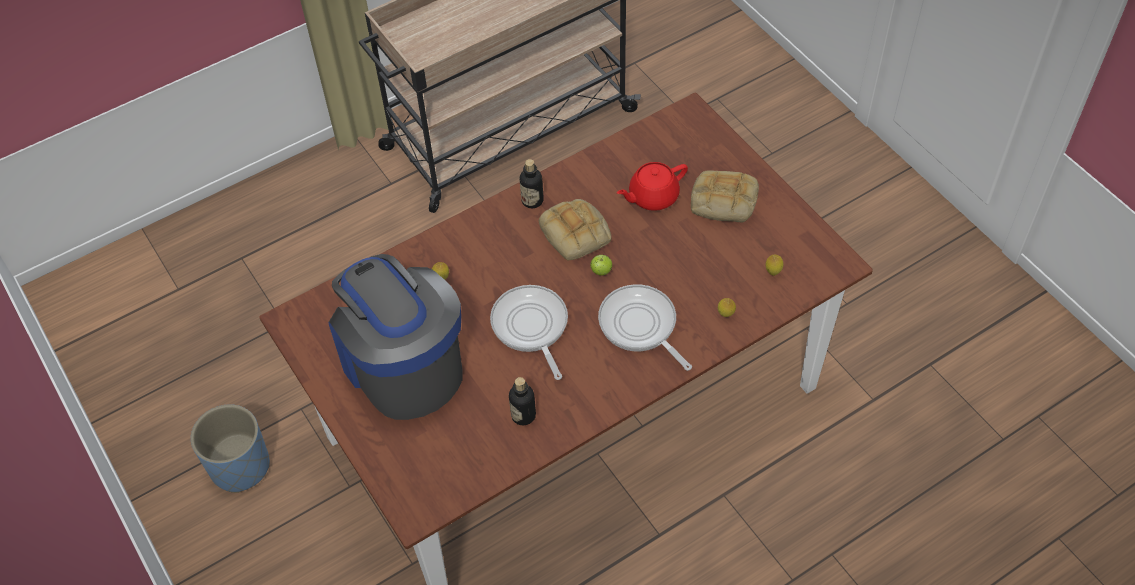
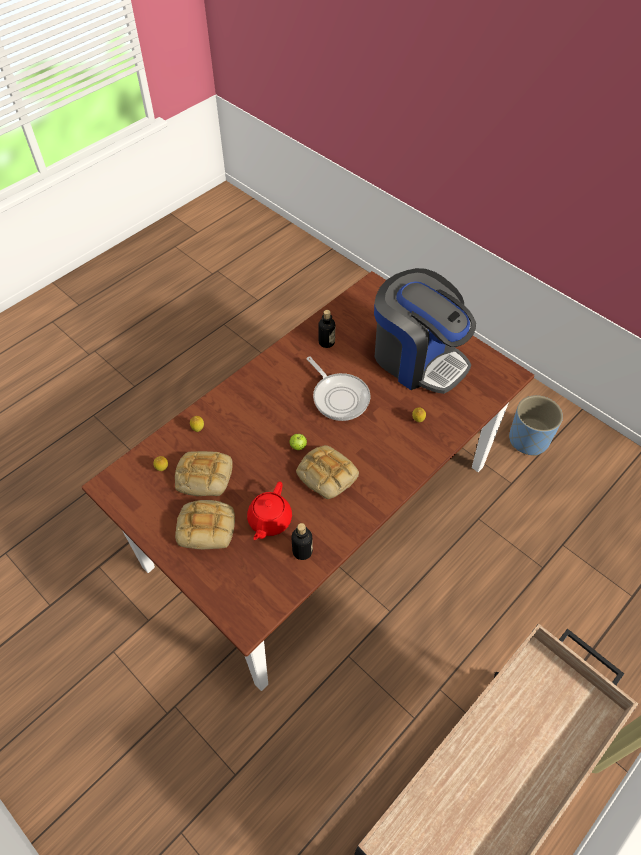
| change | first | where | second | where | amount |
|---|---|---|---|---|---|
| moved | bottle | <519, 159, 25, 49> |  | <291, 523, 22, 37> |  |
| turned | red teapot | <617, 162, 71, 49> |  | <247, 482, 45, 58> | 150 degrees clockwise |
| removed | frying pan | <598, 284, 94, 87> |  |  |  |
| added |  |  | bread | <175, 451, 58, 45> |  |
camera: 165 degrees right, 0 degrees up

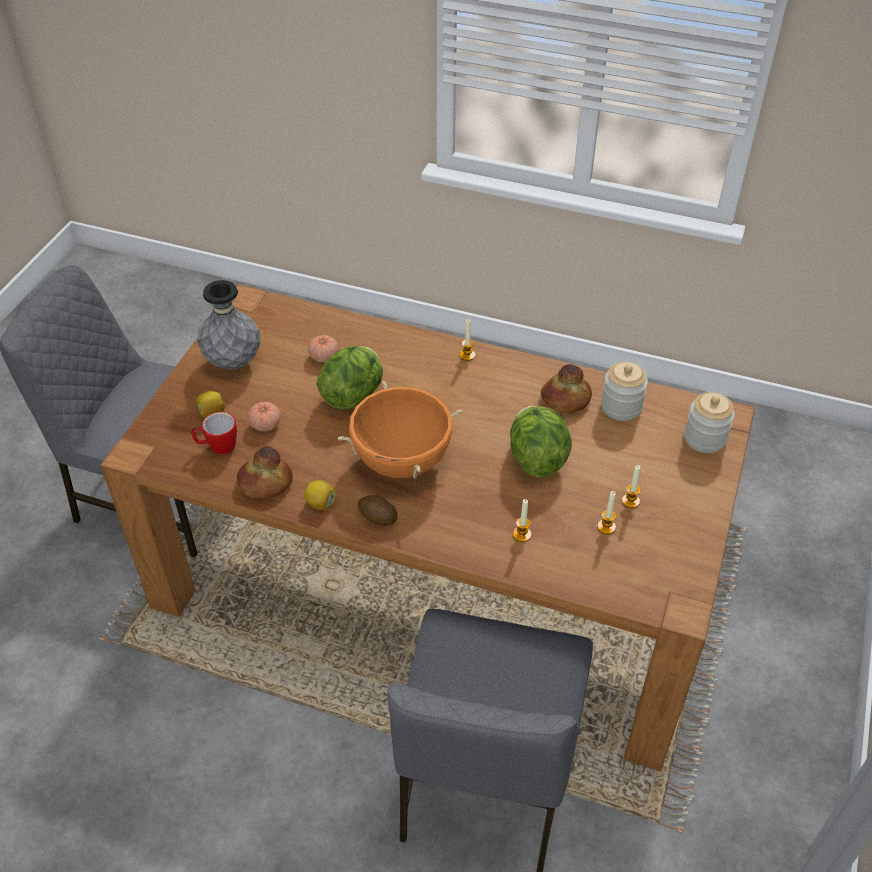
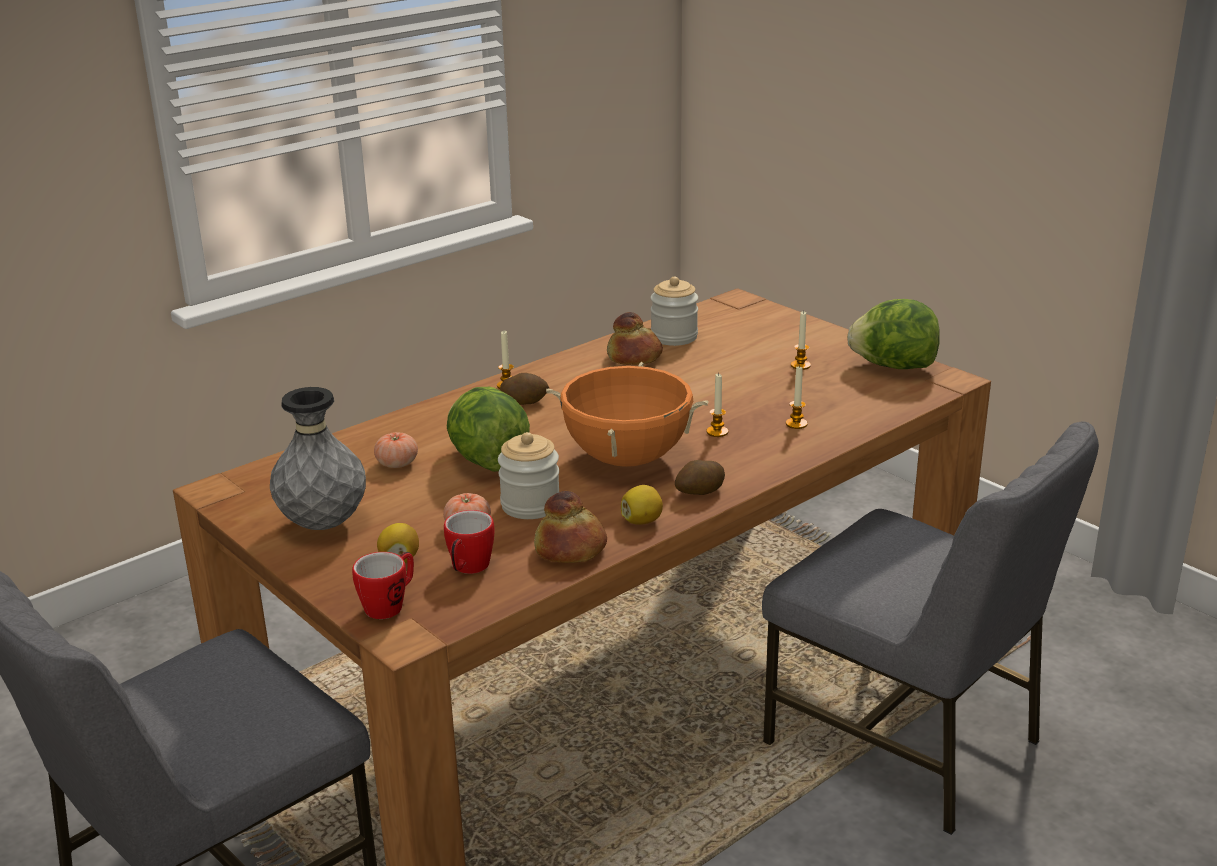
| change | first | where | second | where | amount |
|---|---|---|---|---|---|
| moved | jar | <684, 392, 51, 61> |  | <498, 432, 61, 87> |  |
| moved | lettuce | <510, 406, 62, 72> |  | <847, 299, 93, 70> |  |
| moved | candle | <597, 491, 19, 43> |  | <706, 374, 22, 63> |  |
| added |  |  | potato | <500, 373, 49, 32> |  |
| added |  |  | mug | <352, 552, 62, 67> |  |
camera: 60 degrees left, 20 degrees down

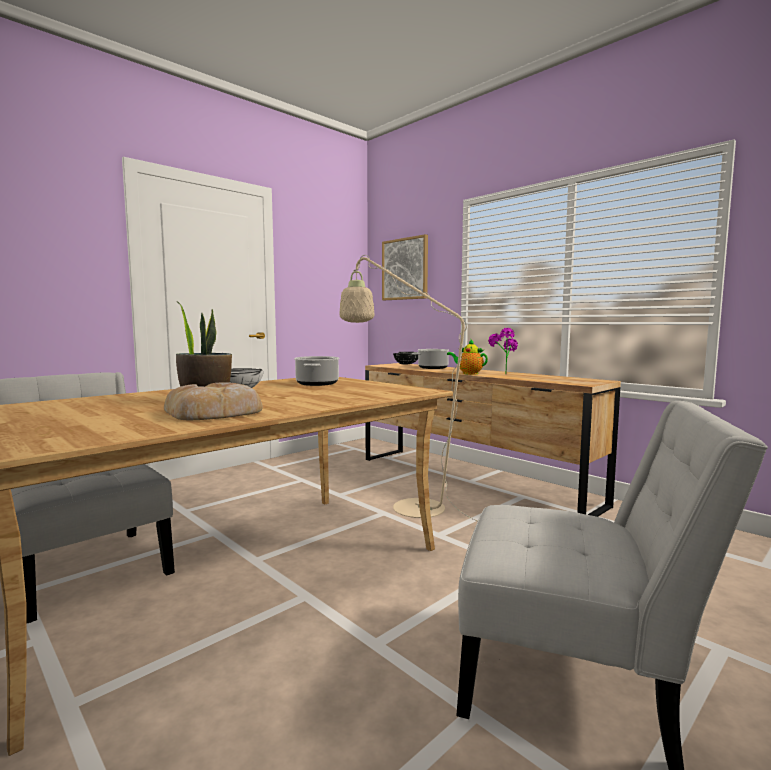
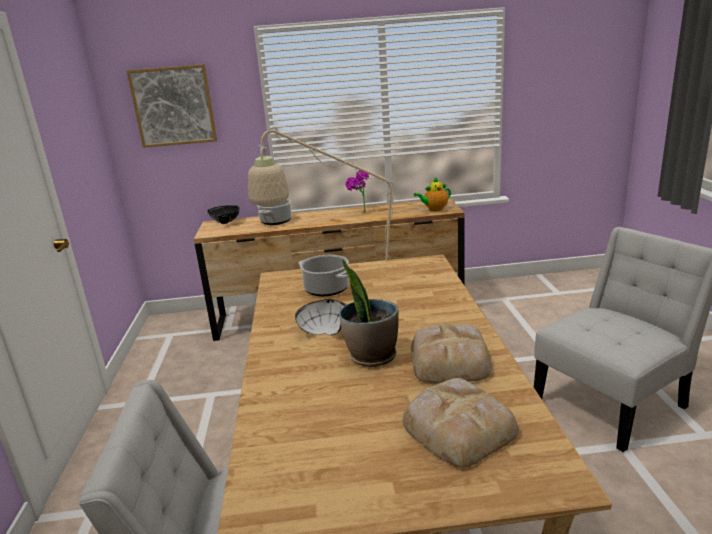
| change | first | where | second | where | amount |
|---|---|---|---|---|---|
| moved | teapot | <447, 340, 41, 35> |  | <414, 177, 37, 34> |  |
| added |  |  | bread | <402, 378, 117, 90> |  |
camera: 50 degrees left, 15 degrees up

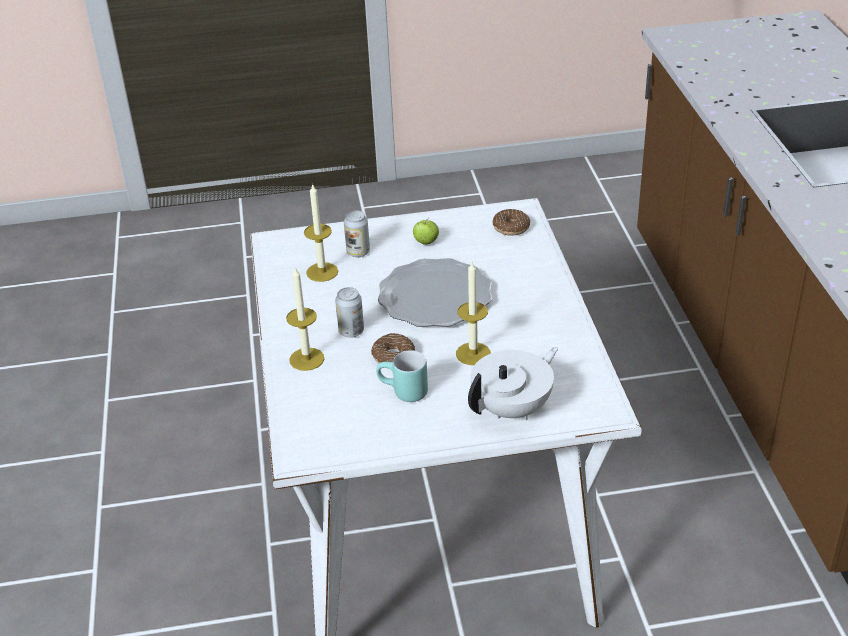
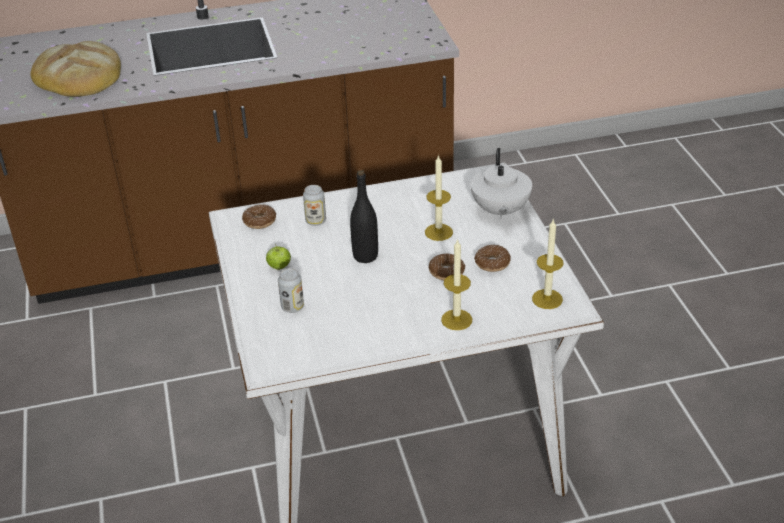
| change | first | where | second | where | amount |
|---|---|---|---|---|---|
| moved | candle | <304, 183, 34, 99> |  | <532, 220, 31, 89> |  |
| replaced | plate | <378, 258, 114, 69> | black bottle | <350, 170, 28, 93> |  |
| moved | can | <335, 287, 29, 51> |  | <303, 185, 23, 41> |  |
| turned | white teapot | <468, 347, 90, 73> |  | <471, 148, 61, 72> | 135 degrees counterclockwise |
| replaced | turquoise mug | <376, 350, 52, 52> | donut | <474, 245, 37, 27> |  |
| added |  |  | bread | <31, 41, 90, 56> |  |
camera: 95 degrees left, 0 degrees up

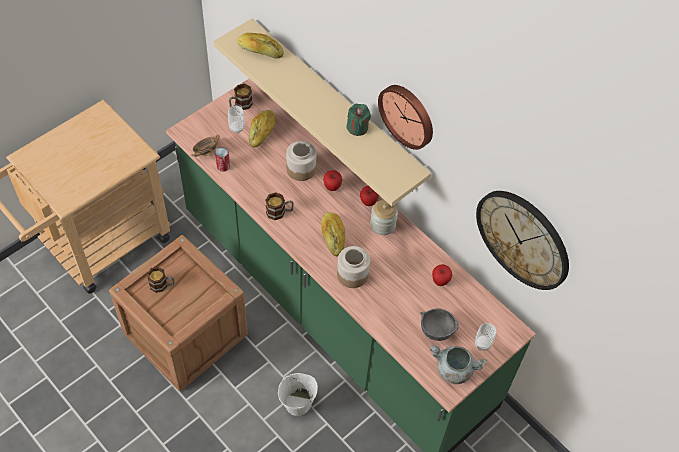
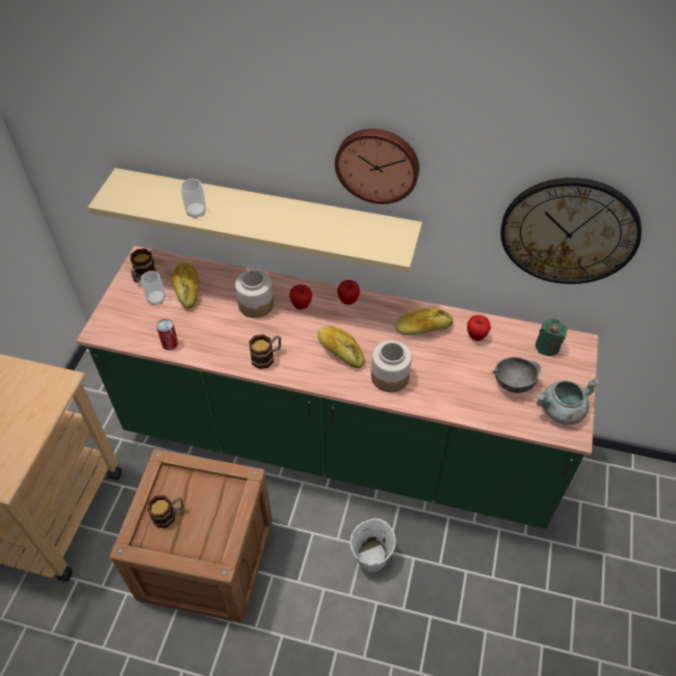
| change | first | where | second | where | amount |
|---|---|---|---|---|---|
| moved | bread | <237, 33, 47, 26> |  | <395, 308, 58, 27> |  |
| moved | green candle | <346, 104, 25, 32> |  | <535, 318, 32, 38> |  |
| removed | bowl | <191, 134, 29, 23> |  |  |  |
| removed | jar | <370, 200, 28, 35> |  |  |  |
| moved | cup | <475, 323, 21, 28> |  | <181, 178, 25, 41> |  |
camera: 30 degrees left, 5 degrees down

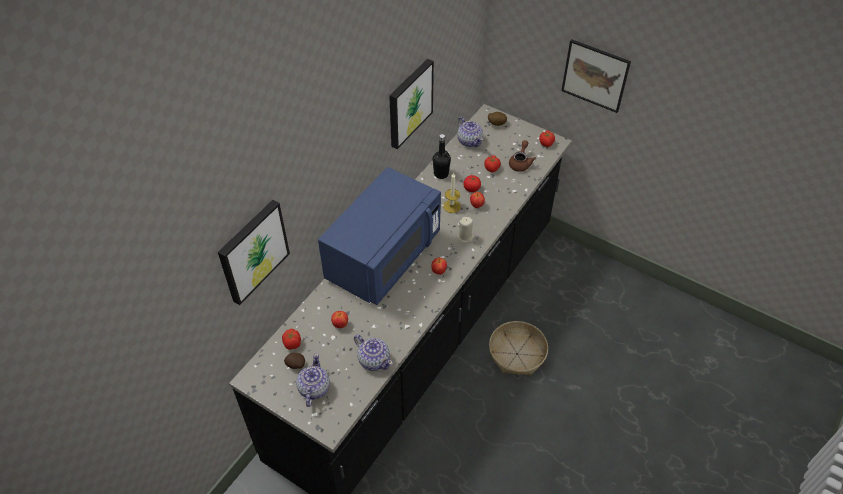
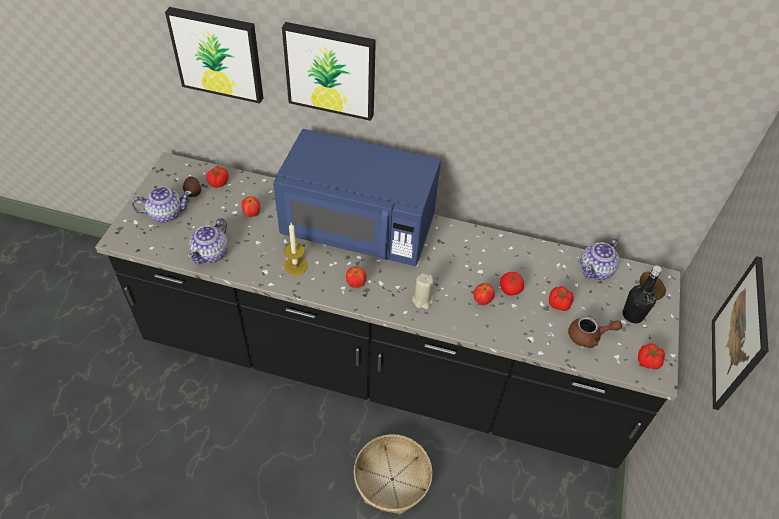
| change | first | where | second | where | amount |
|---|---|---|---|---|---|
| moved | picture | <389, 59, 45, 90> |  | <282, 22, 94, 99> |  |
| moved | black bottle | <433, 134, 18, 45> |  | <622, 265, 40, 59> |  |
| moved | candle | <443, 173, 18, 40> |  | <284, 223, 24, 53> |  |
camera: 70 degrees right, 0 degrees up

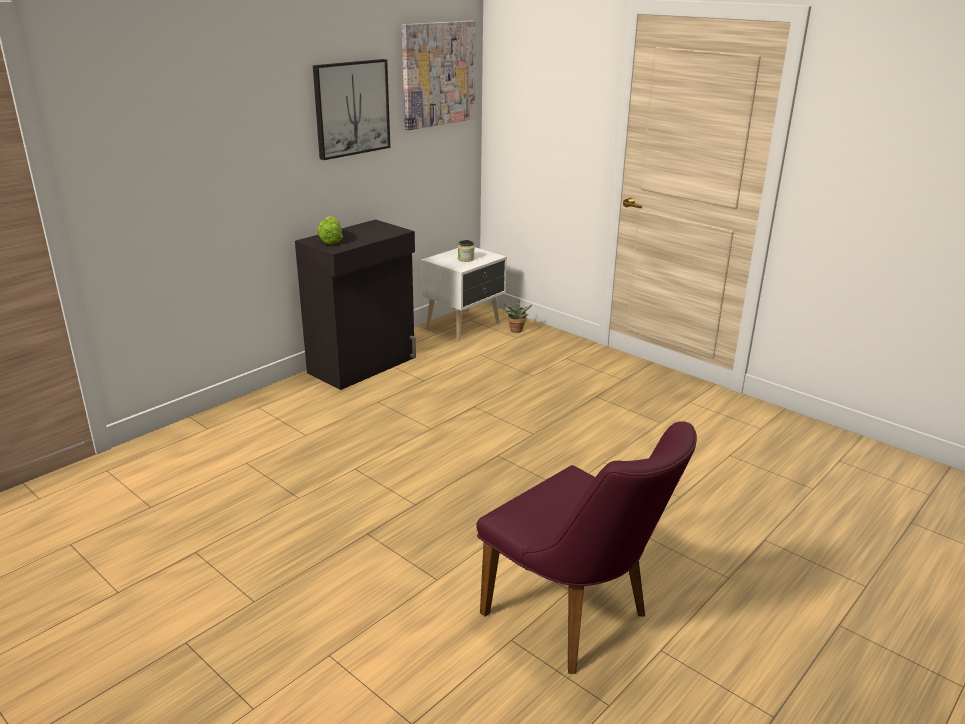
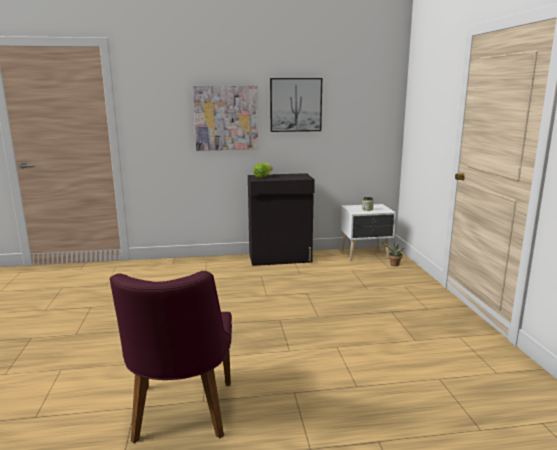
| change | first | where | second | where | amount |
|---|---|---|---|---|---|
| moved | picture | <402, 21, 74, 109> |  | <193, 85, 65, 66> |  |
camera: 40 degrees right, 10 degrees down

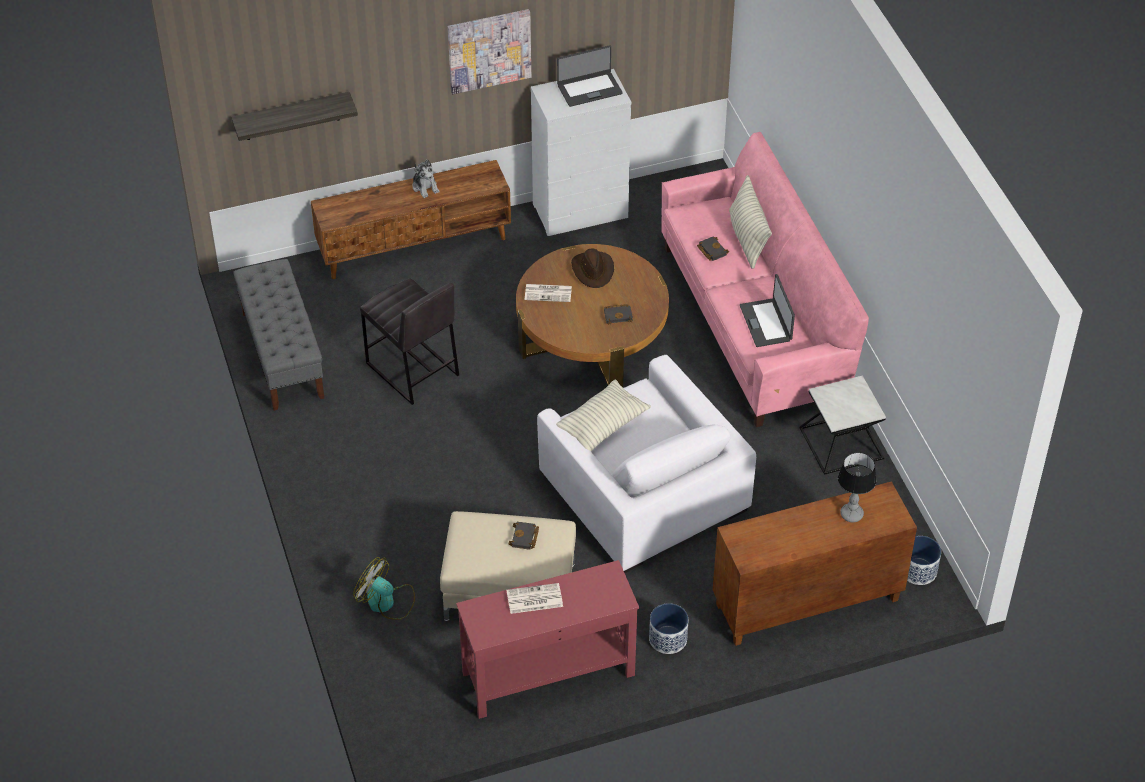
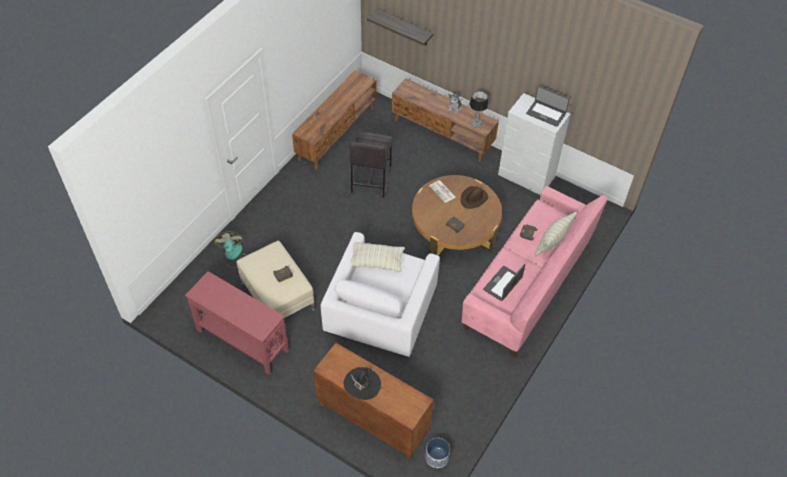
| change | first | where | second | where | amount |
|---|---|---|---|---|---|
| removed | picture | <448, 9, 83, 85> |  |  |  |
| replaced | grey bench | <233, 259, 91, 152> | brown tv stand | <292, 70, 84, 100> |  |
| removed | side table | <800, 376, 86, 99> |  |  |  |
| moved | table lamp | <838, 452, 39, 70> |  | <469, 91, 19, 37> |  |
| removed | newspaper | <506, 583, 57, 31> |  |  |  |
| removed | planter | <649, 603, 39, 51> |  |  |  |
| added |  |  | black hat | <344, 367, 37, 33> |  |
camera: 50 degrees right, 5 degrees up

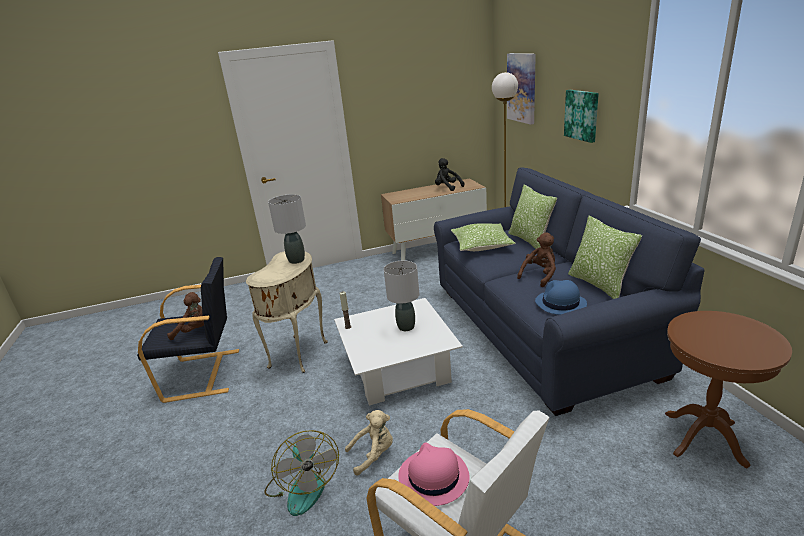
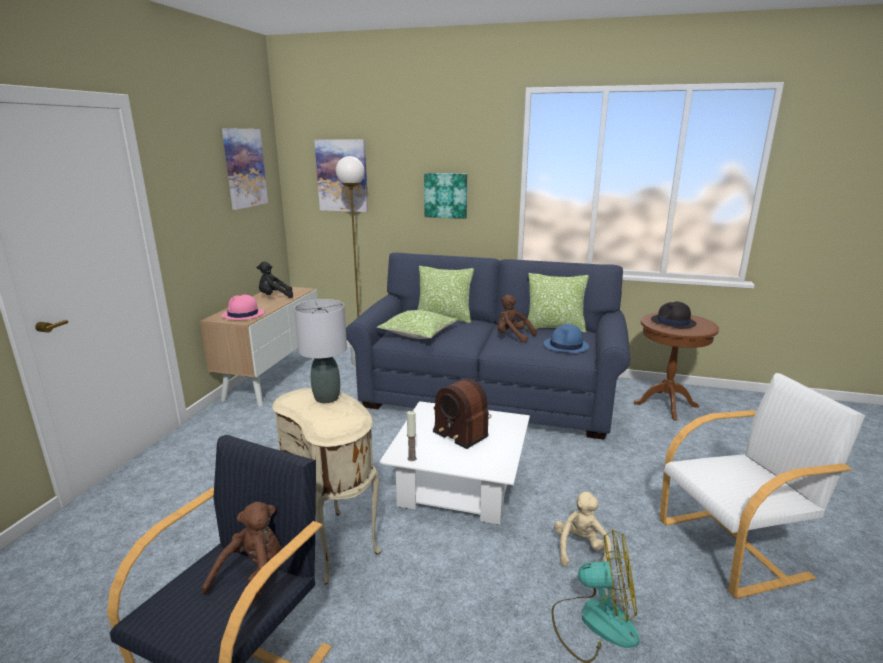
| change | first | where | second | where | amount |
|---|---|---|---|---|---|
| turned | brown plush toy | <517, 232, 39, 55> |  | <497, 295, 40, 48> | 45 degrees counterclockwise |
| replaced | grey table lamp | <384, 261, 35, 70> | radio | <433, 378, 58, 71> |  |
| moved | pink hat | <398, 442, 72, 64> |  | <221, 295, 43, 25> |  |
| added |  |  | picture | <222, 128, 46, 82> |  |
| added |  |  | black hat | <651, 301, 46, 27> |  |
camera: 60 degrees left, 5 degrees down

